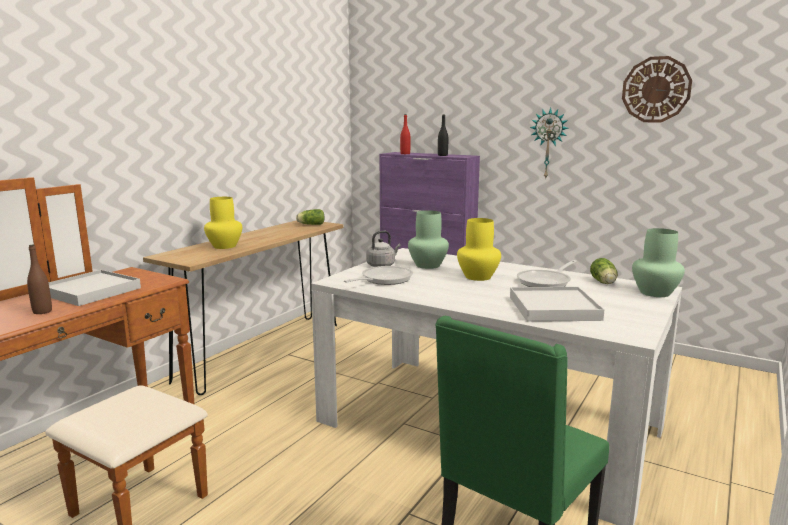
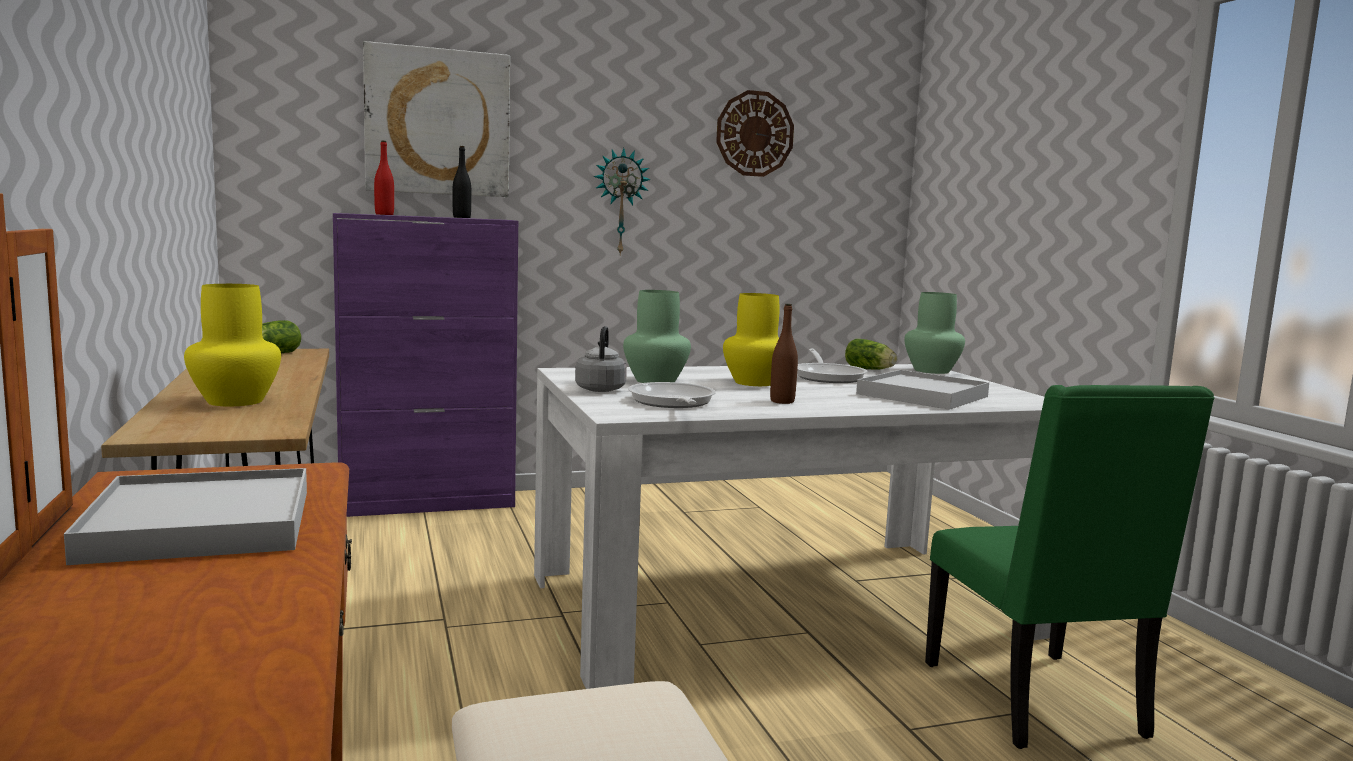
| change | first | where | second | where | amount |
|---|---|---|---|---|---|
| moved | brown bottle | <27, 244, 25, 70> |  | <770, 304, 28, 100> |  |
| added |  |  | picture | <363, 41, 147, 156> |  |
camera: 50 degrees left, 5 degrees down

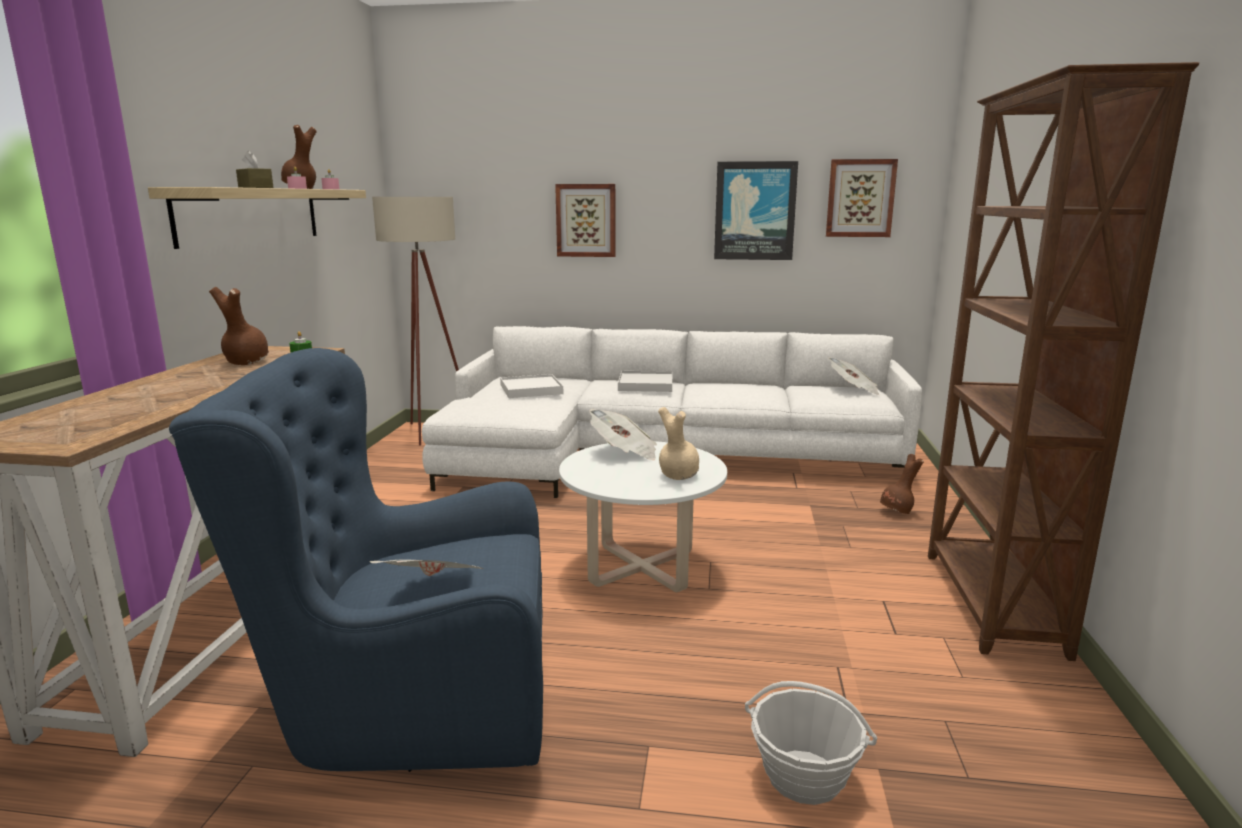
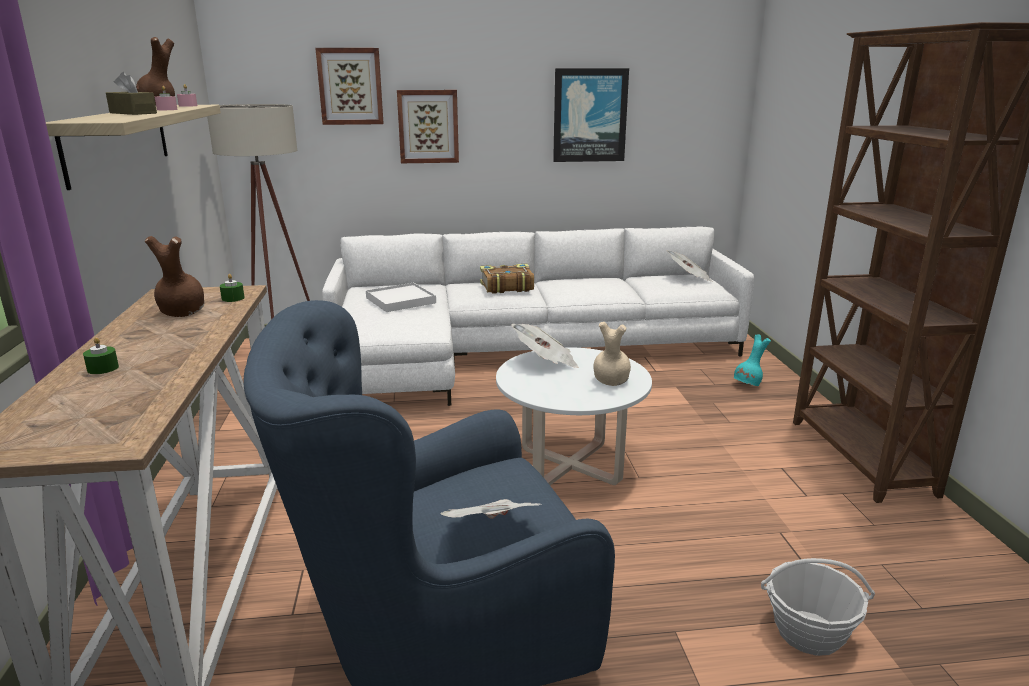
| change | first | where | second | where | amount |
|---|---|---|---|---|---|
| moved | picture | <826, 159, 72, 78> |  | <315, 48, 69, 77> |  |
| replaced | white tray | <618, 371, 54, 21> | book | <480, 264, 54, 30> |  |
| recoloured | brown vase | <880, 454, 44, 60> | turquoise vase | <734, 334, 37, 52> |  |
| added |  |  | green candle | <83, 337, 36, 37> |  |
camera: 15 degrees left, 5 degrees up

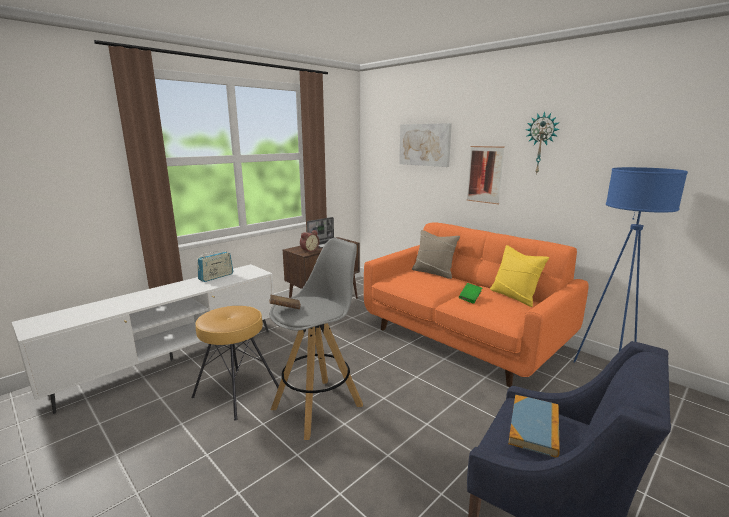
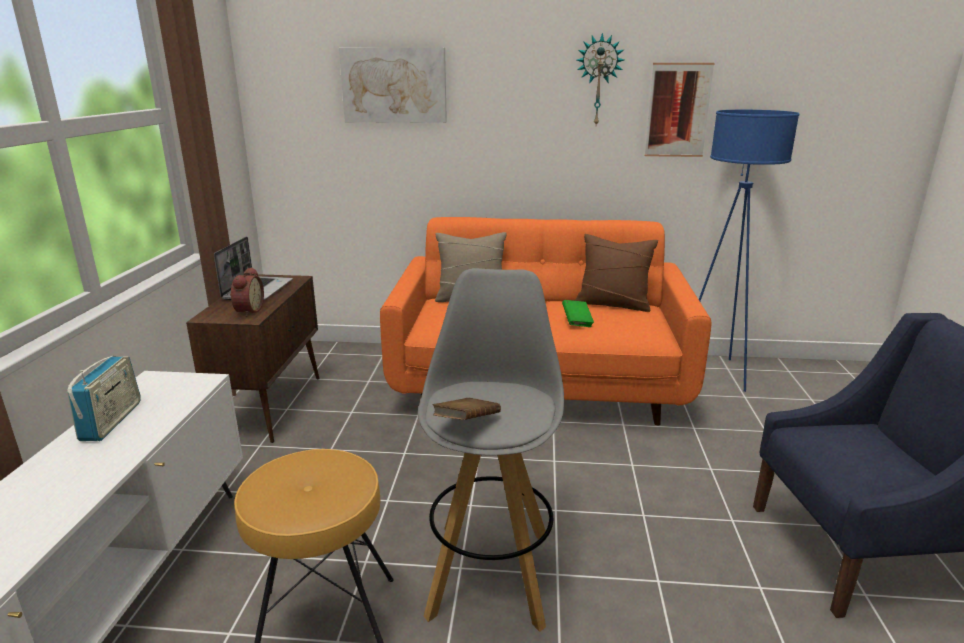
| change | first | where | second | where | amount |
|---|---|---|---|---|---|
| moved | picture | <467, 146, 38, 58> |  | <644, 63, 70, 94> |  |
| recoloured | yellow pillow | <490, 245, 59, 62> | brown pillow | <575, 234, 83, 78> |  |
| removed | book | <508, 395, 52, 63> |  |  |  |
camera: 40 degrees left, 5 degrees up

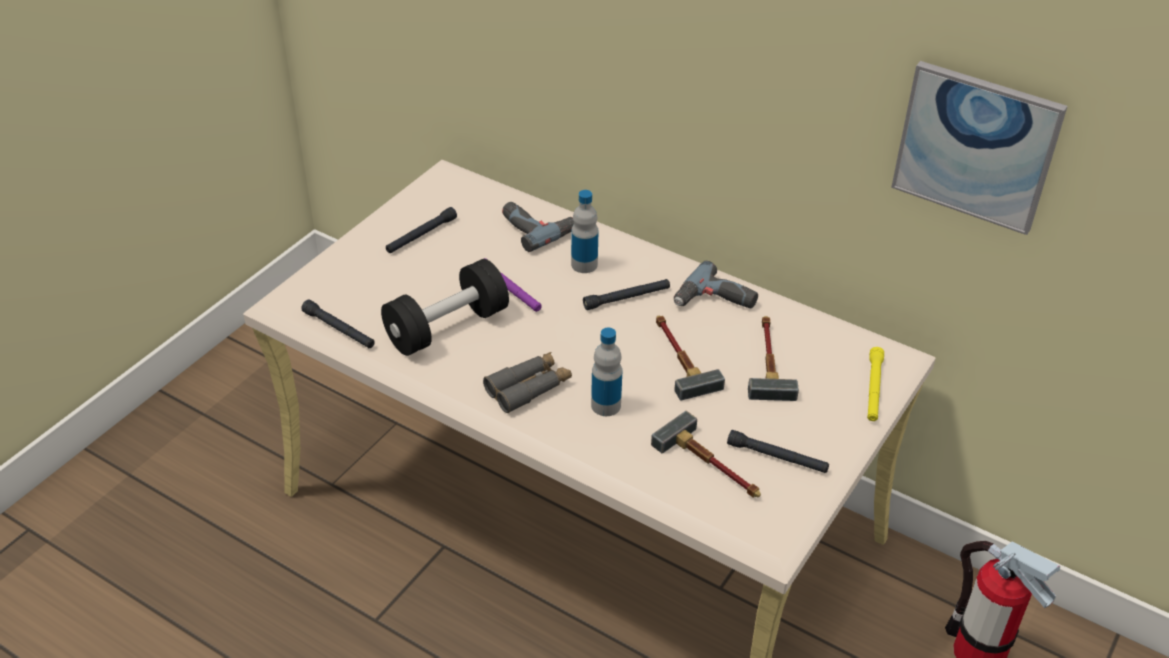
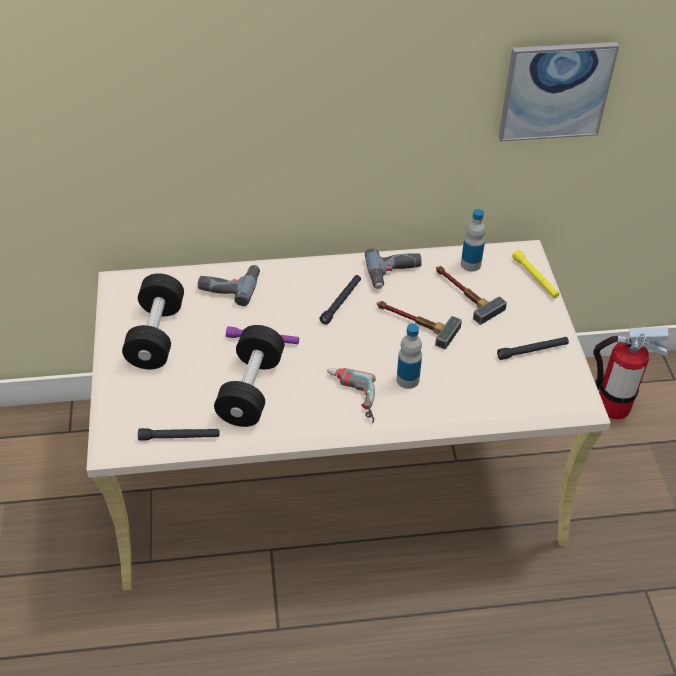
| change | first | where | second | where | amount |
|---|---|---|---|---|---|
| moved | bottle | <571, 190, 27, 83> |  | <461, 209, 25, 63> |  |
| replaced | black flashlight | <386, 207, 71, 46> | black dumbbell | <122, 273, 62, 96> |  |
| replaced | grey binoculars | <483, 352, 89, 61> | power drill | <327, 368, 49, 55> |  |
| removed | hammer | <651, 411, 110, 87> |  |  |  |
camera: 40 degrees left, 5 degrees up

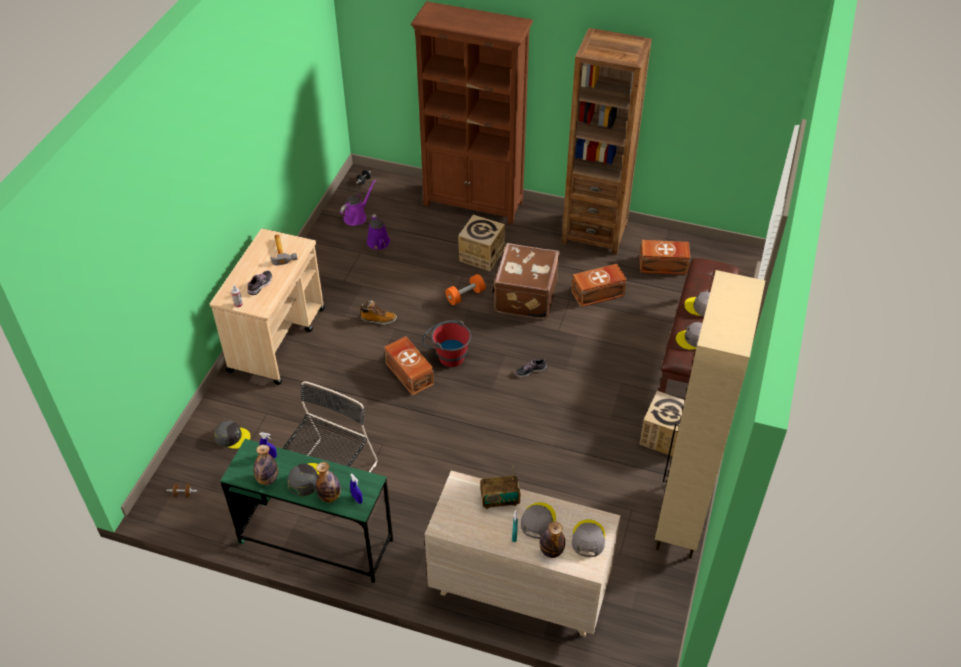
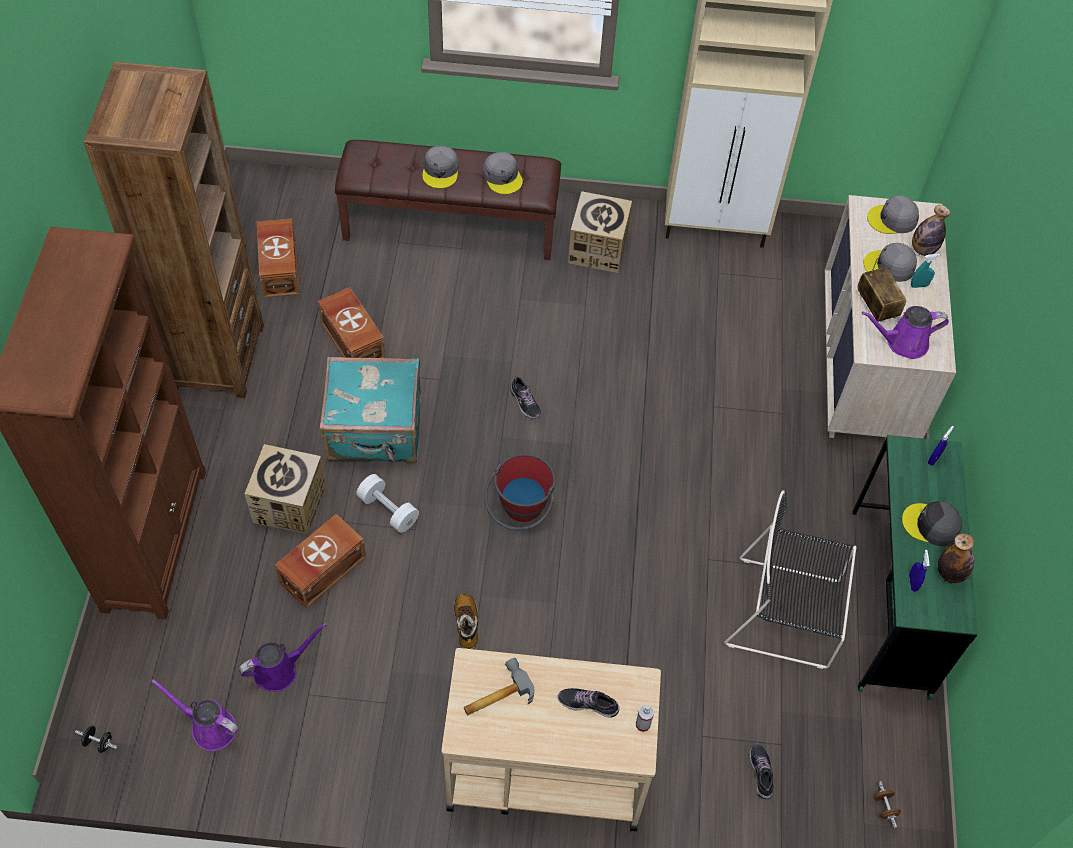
| change | first | where | second | where | amount |
|---|---|---|---|---|---|
| recoloured | brown suitcase | <492, 243, 68, 76> | turquoise suitcase | <320, 357, 101, 105> |  |
| recoloured | orange dumbbell | <445, 274, 41, 31> | white dumbbell | <356, 474, 63, 59> |  |
| moved | brown storage box | <384, 336, 50, 60> |  | <275, 514, 91, 94> |  |
| replaced | grey cap | <214, 420, 37, 29> | shoe | <750, 744, 24, 55> |  |
| removed | bottle | <316, 462, 25, 41> |  |  |  |
| added |  |  | purple watering can | <862, 306, 87, 53> |  |
camera: 105 degrees left, 10 degrees up

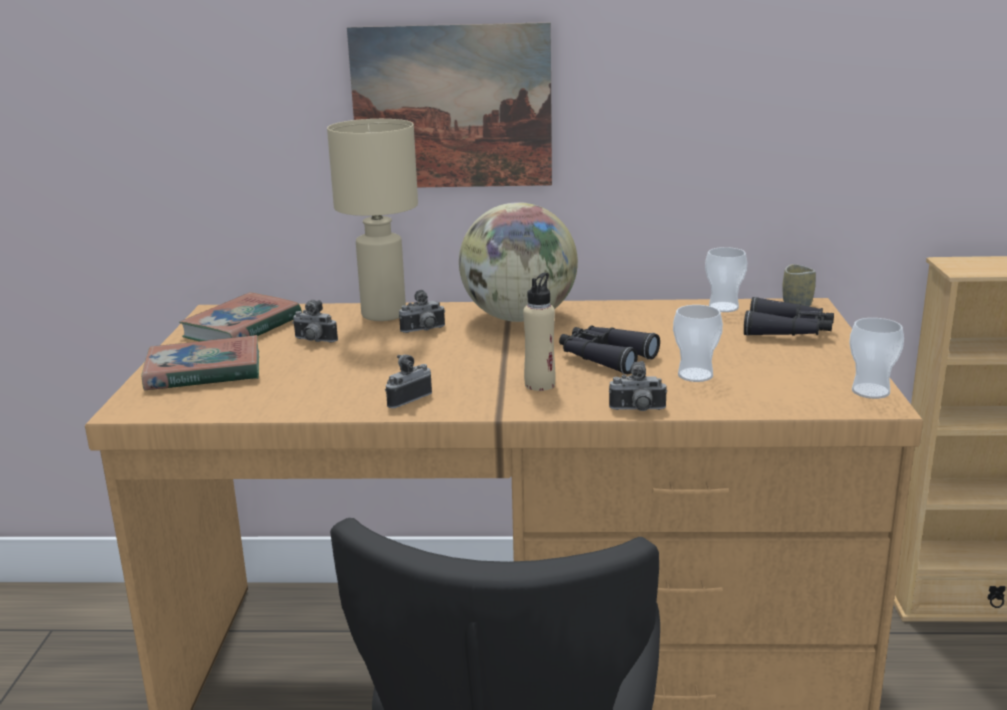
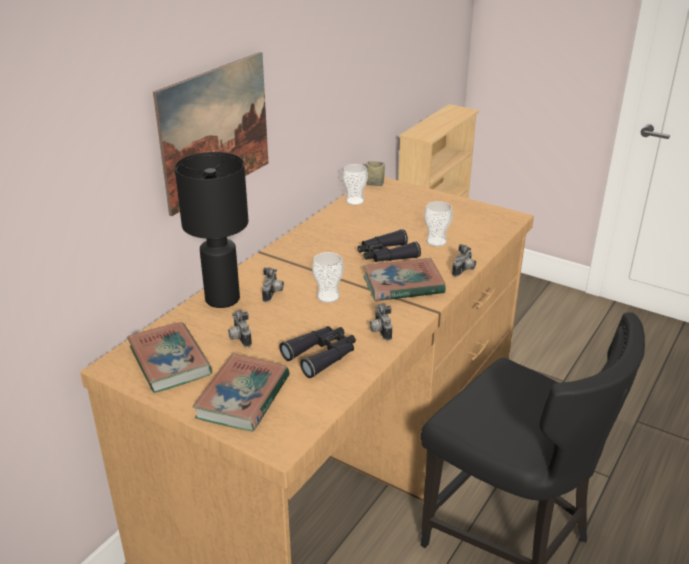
| change | first | where | second | where | amount |
|---|---|---|---|---|---|
| recoloured | beige table lamp | <327, 119, 91, 202> | black table lamp | <175, 152, 73, 156> |  |
| removed | globe | <459, 202, 119, 120> |  |  |  |
| replaced | beige bottle | <523, 272, 33, 119> | book | <363, 258, 83, 43> |  |
| moved | black binoculars | <744, 297, 90, 39> |  | <279, 326, 77, 52> |  |
| turned | photo camera | <292, 300, 46, 43> |  | <228, 310, 24, 37> | 105 degrees clockwise |
| moved | cup | <849, 318, 55, 81> |  | <312, 252, 32, 51> |  |
camera: 60 degrees left, 10 degrees up

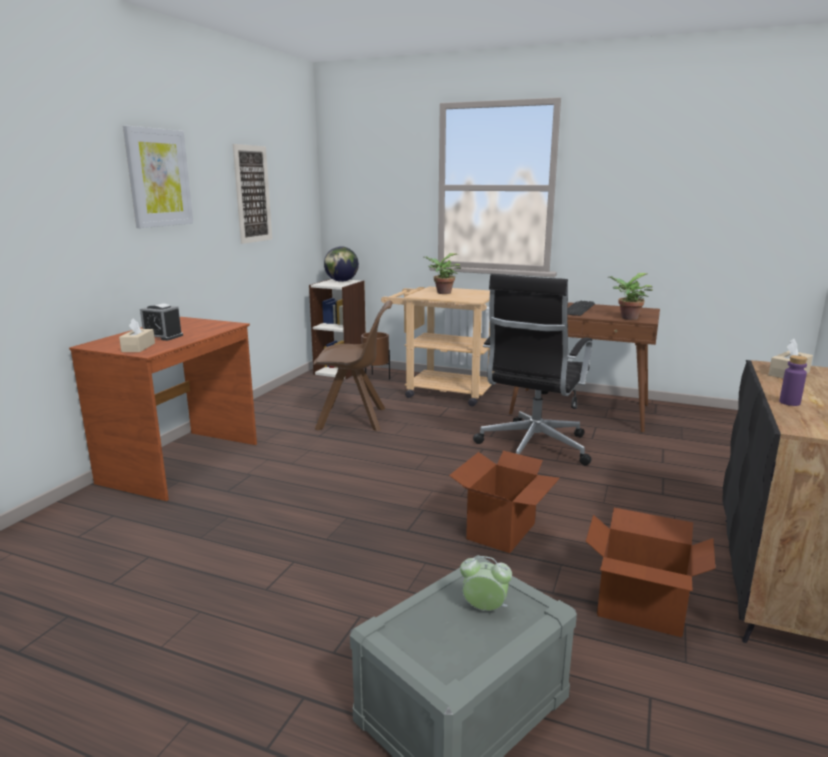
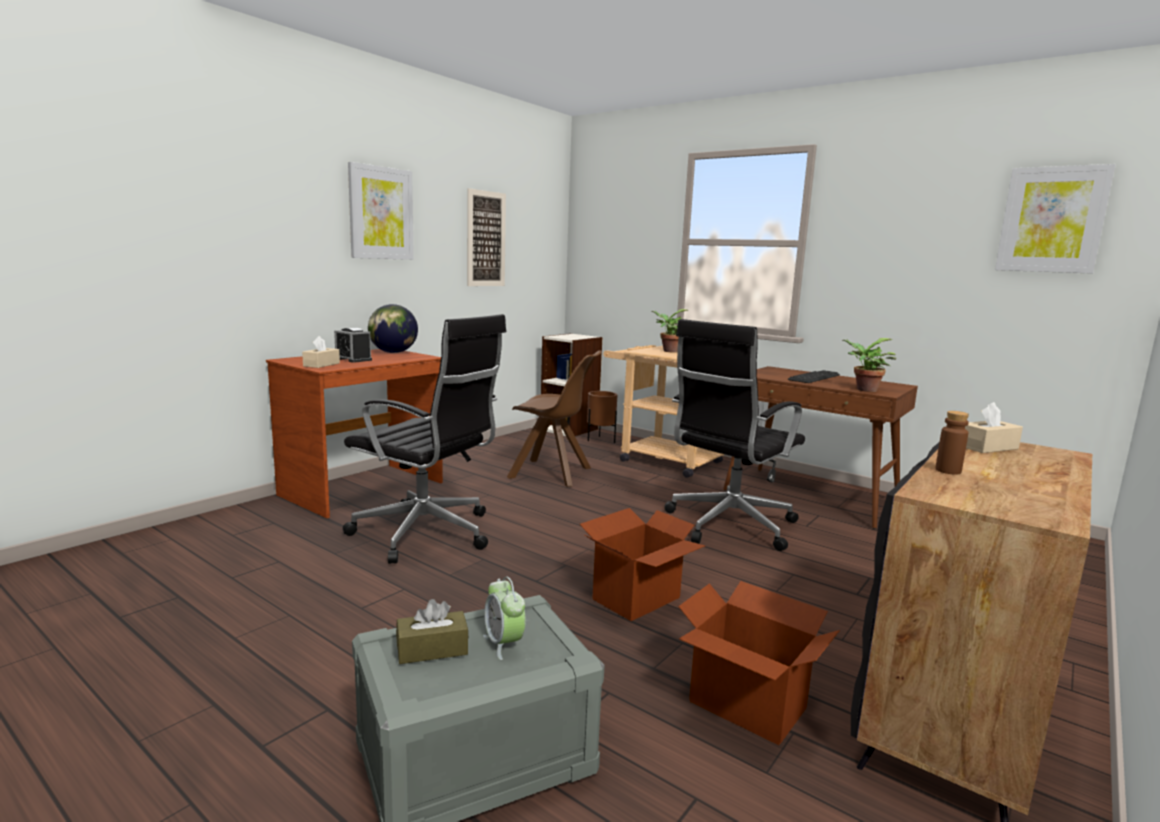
| change | first | where | second | where | amount |
|---|---|---|---|---|---|
| moved | globe | <324, 246, 35, 36> |  | <368, 304, 50, 49> |  |
| recoloured | purple bottle | <779, 355, 29, 51> | brown bottle | <935, 411, 34, 64> |  |
| turned | alarm clock | <460, 556, 52, 55> |  | <483, 577, 43, 83> | 150 degrees counterclockwise |
| added |  |  | picture | <995, 164, 121, 110> |  |
| added |  |  | black office chair | <343, 314, 163, 250> |  |
| added |  |  | brown tissue box | <396, 599, 73, 65> |  |
camera: 15 degrees right, 5 degrees down

